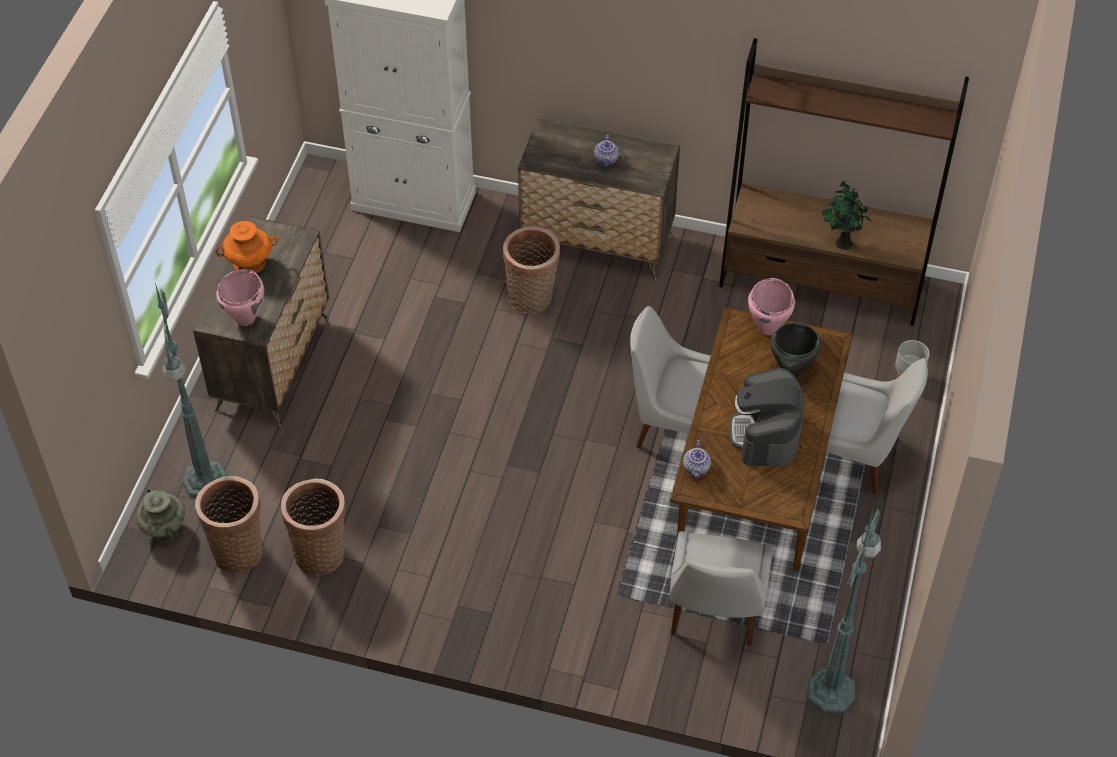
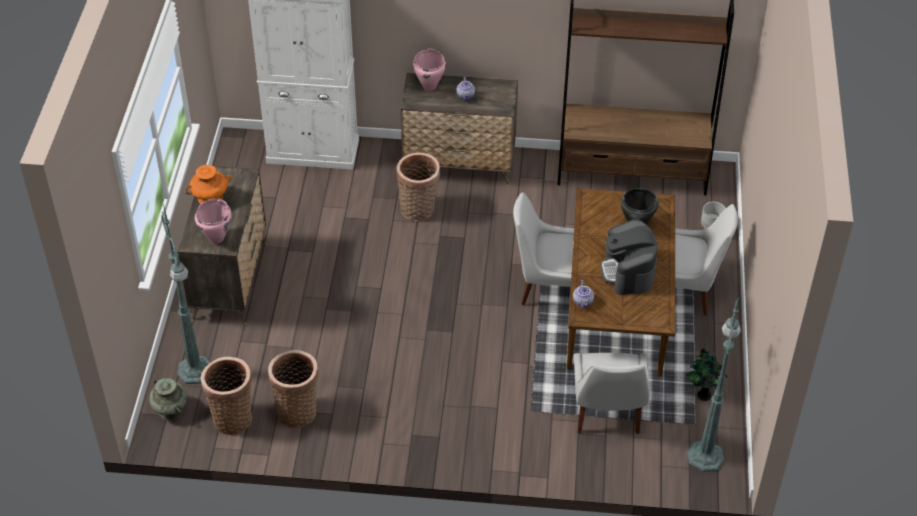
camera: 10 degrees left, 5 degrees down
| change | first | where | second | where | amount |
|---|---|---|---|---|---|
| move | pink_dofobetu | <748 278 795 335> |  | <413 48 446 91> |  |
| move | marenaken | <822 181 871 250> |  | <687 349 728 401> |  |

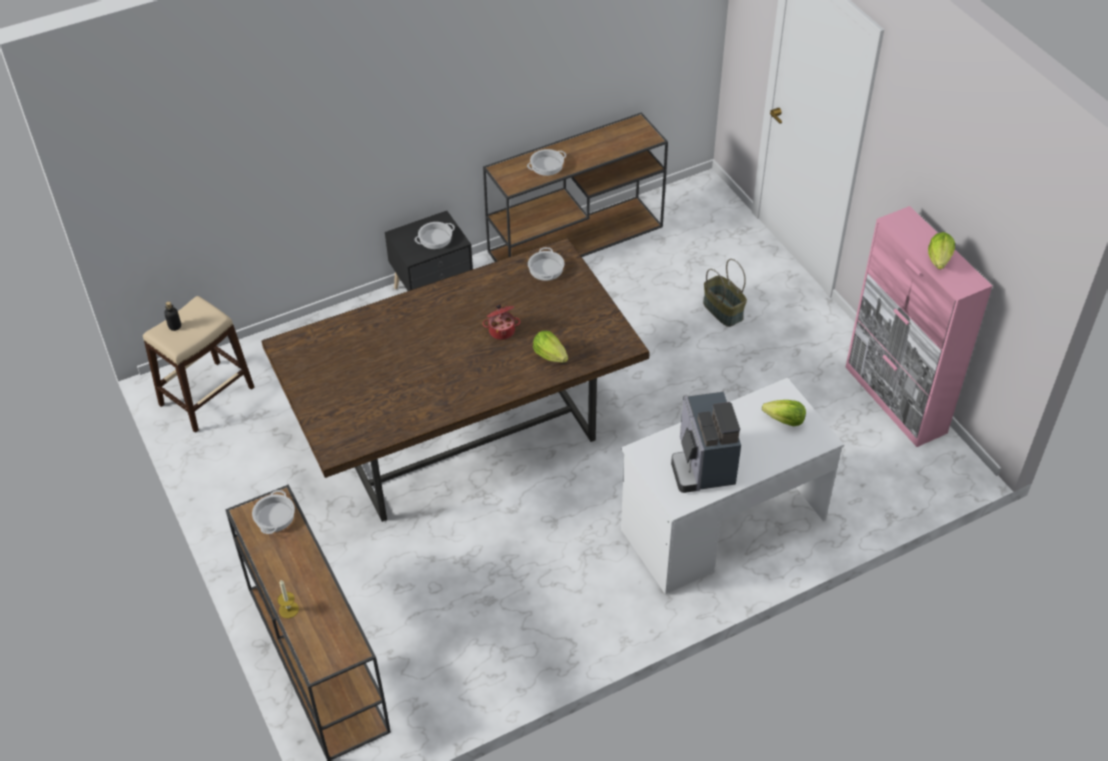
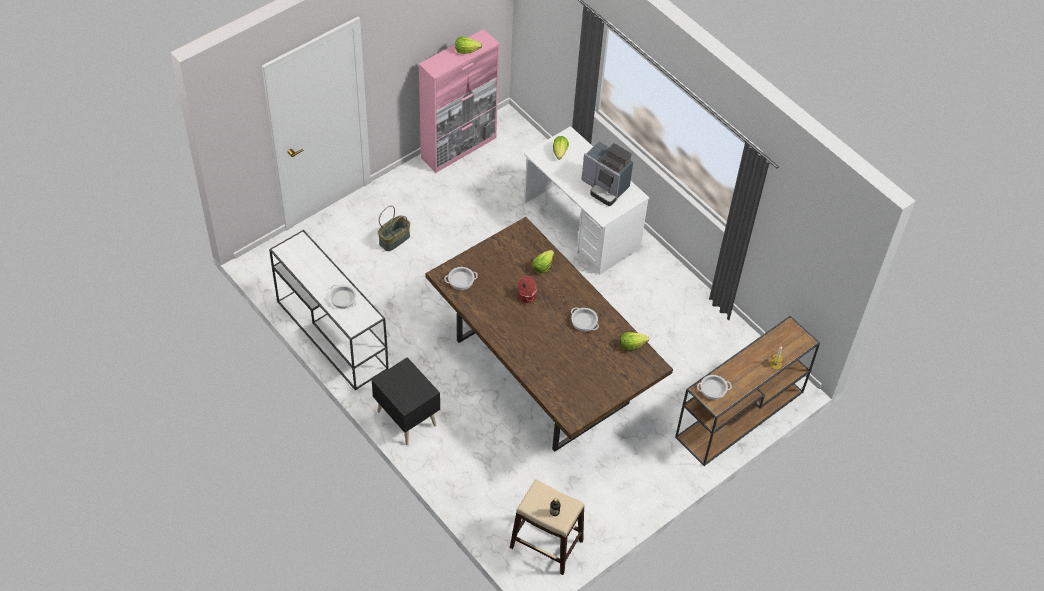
camera: 105 degrees left, 5 degrees up
| change | first | where | second | where | amount |
|---|---|---|---|---|---|
| recolor | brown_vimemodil | <483 112 668 262> | white_vimemodil | <269 230 389 390> |  |
| move | dofobetu | <415 222 455 249> |  | <571 307 599 332> |  |
| rotate | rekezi | <671 392 741 493> |  | <581 141 633 206> | 60 degrees clockwise |
| insert |  |  | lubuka | <620 332 649 350> |  |

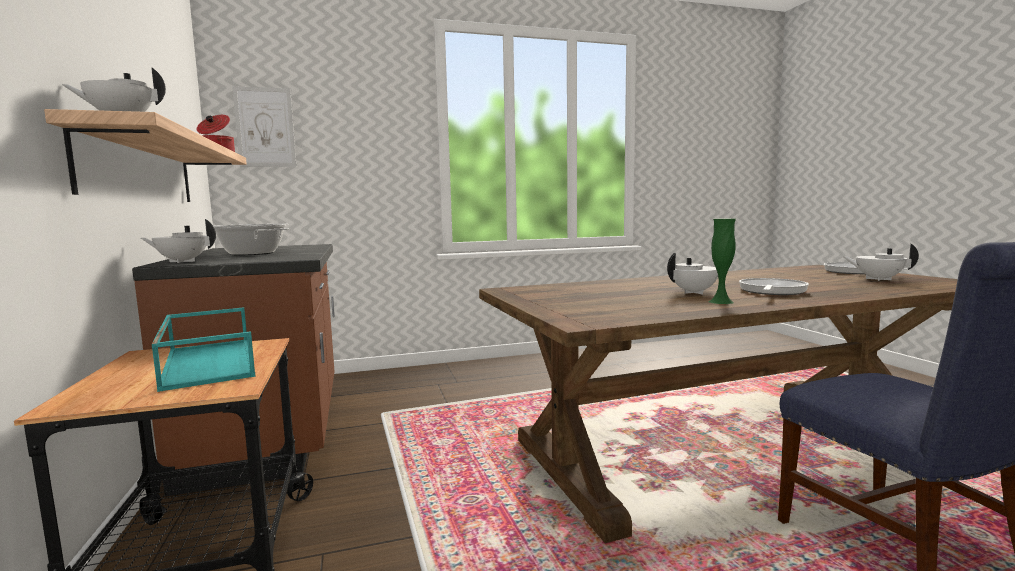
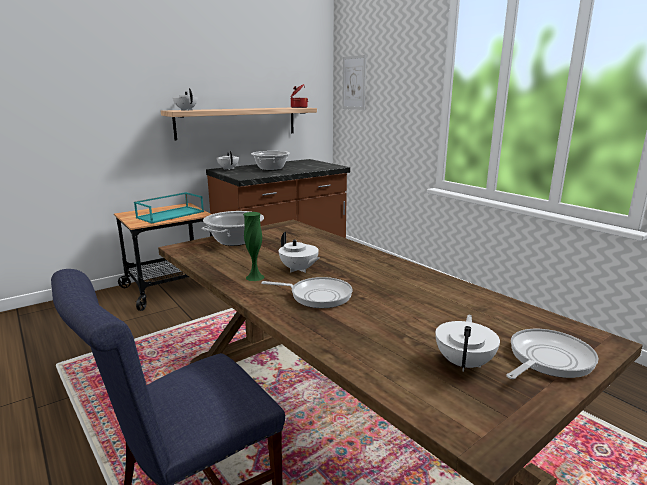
camera: 70 degrees right, 10 degrees up
| change | first | where | second | where | amount |
|---|---|---|---|---|---|
| insert |  |  | dofobetu | <202 211 264 246> |  |

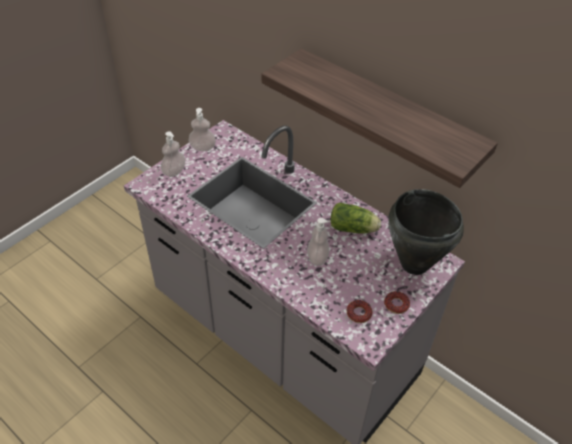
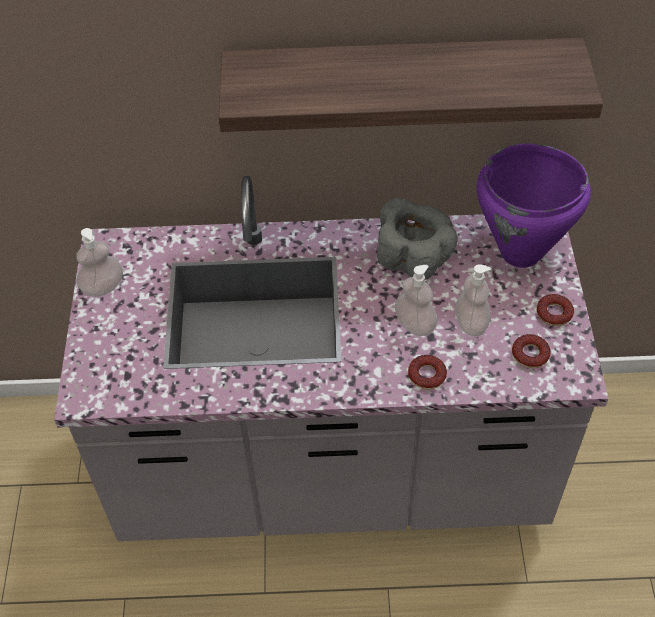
camera: 40 degrees left, 5 degrees up
| change | first | where | second | where | amount |
|---|---|---|---|---|---|
| replace | lubuka | <330 202 381 234> | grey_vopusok | <377 198 458 280> |  |
| insert |  |  | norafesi | <408 355 447 389> |  |
| move | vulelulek | <161 131 185 177> |  | <455 264 491 336> |  |
| recolor | black_dofobetu | <388 189 464 275> | purple_dofobetu | <477 143 591 268> |  |

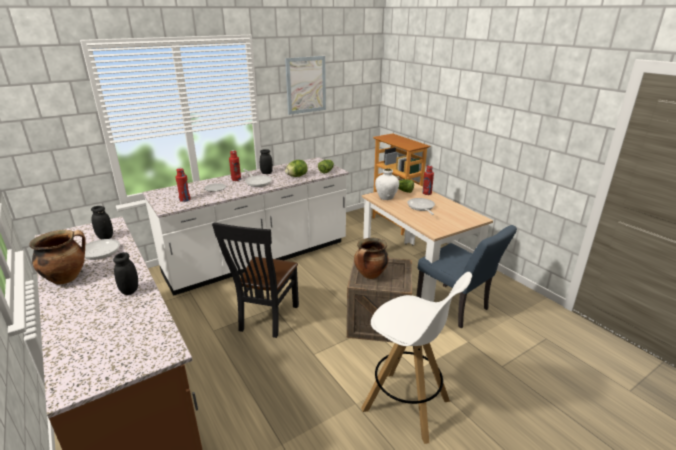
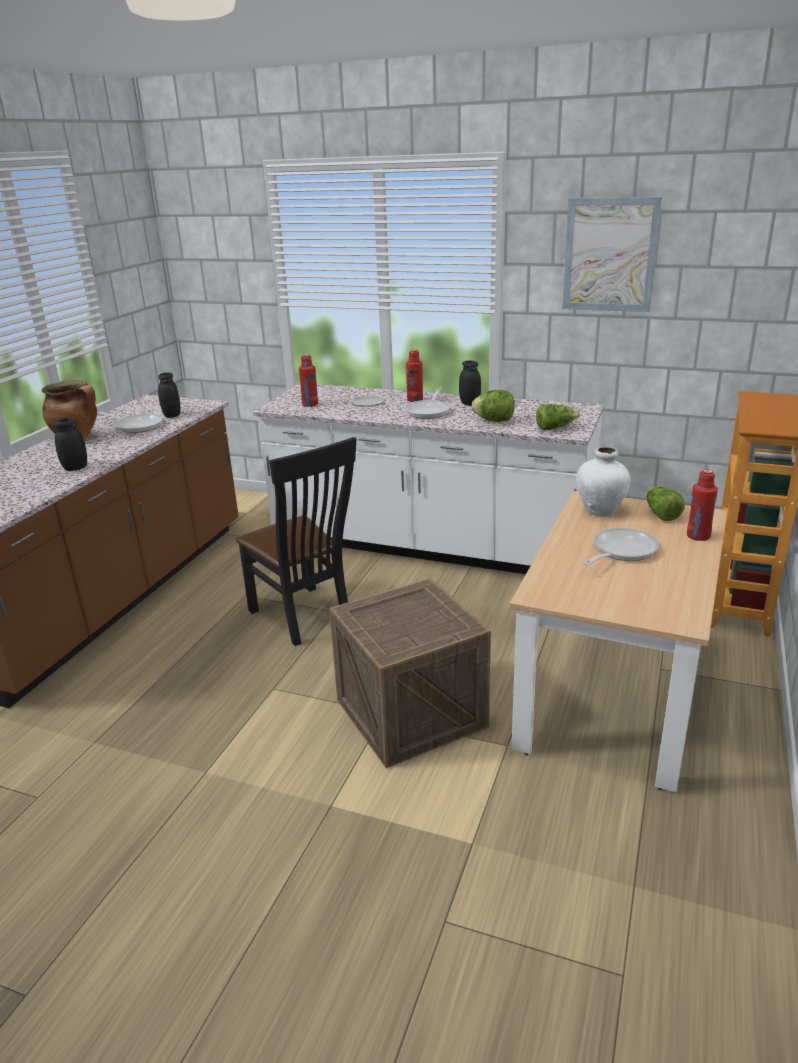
camera: 55 degrees right, 0 degrees up
| change | first | where | second | where | amount |
|---|---|---|---|---|---|
| rotate | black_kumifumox | <212 222 299 338> |  | <235 437 357 646> | 105 degrees counterclockwise |
| delete | dofobetu | <354 238 388 279> |  |  |  |
| delete | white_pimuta | <361 272 472 444> |  |  |  |
| delete | blue_kumifumox | <417 225 517 328> |  |  |  |

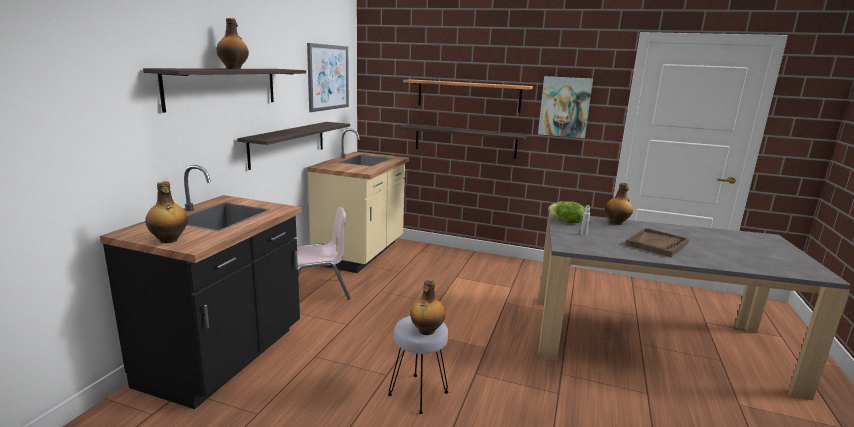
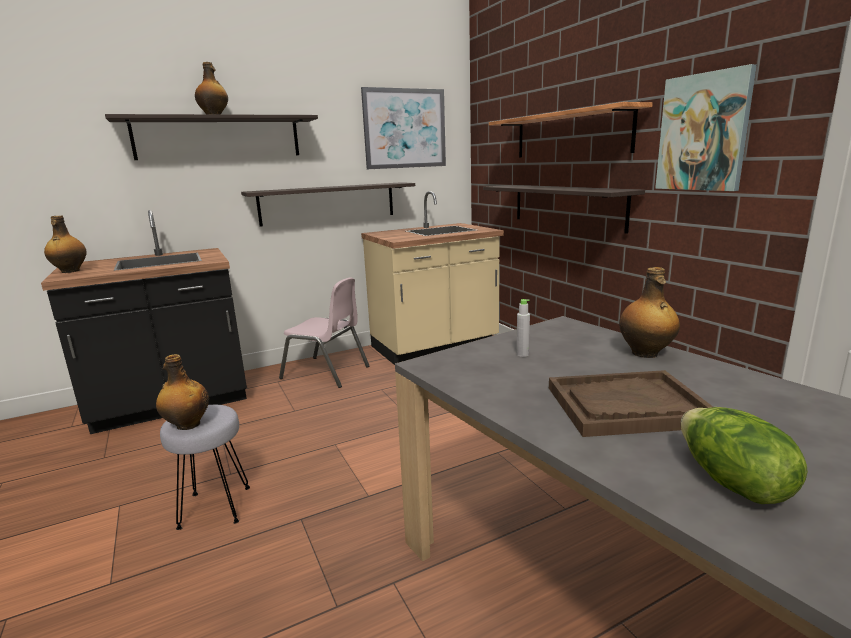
camera: 45 degrees right, 0 degrees up
| change | first | where | second | where | amount |
|---|---|---|---|---|---|
| move | lubuka | <548 201 585 223> |  | <681 407 808 504> |  |

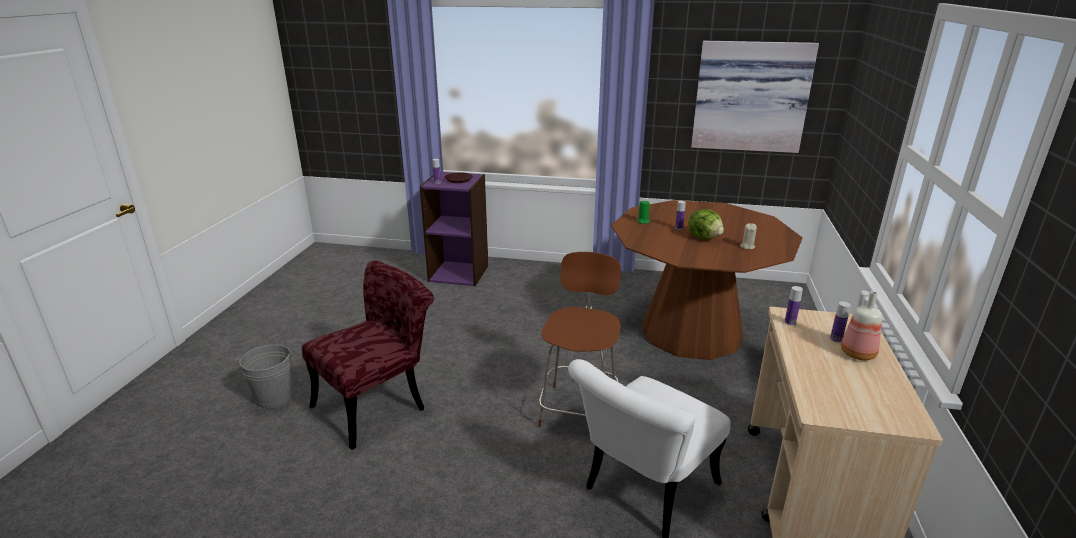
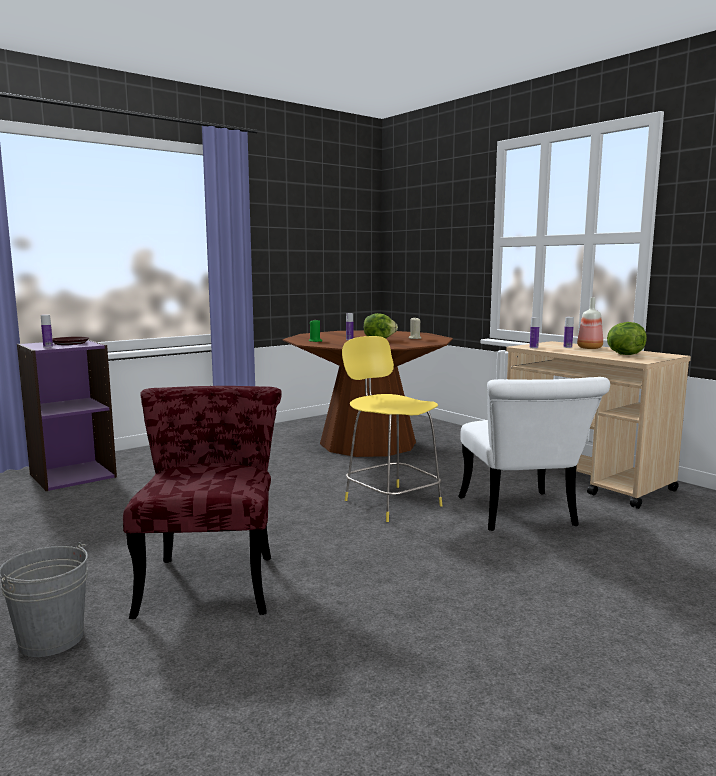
camera: 50 degrees left, 15 degrees down
| change | first | where | second | where | amount |
|---|---|---|---|---|---|
| recolor | brown_pimuta | <538 252 621 427> | yellow_pimuta | <342 336 442 522> |  |
| insert |  |  | lubuka | <607 322 647 355> |  |
| delete | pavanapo | <691 41 819 153> |  |  |  |

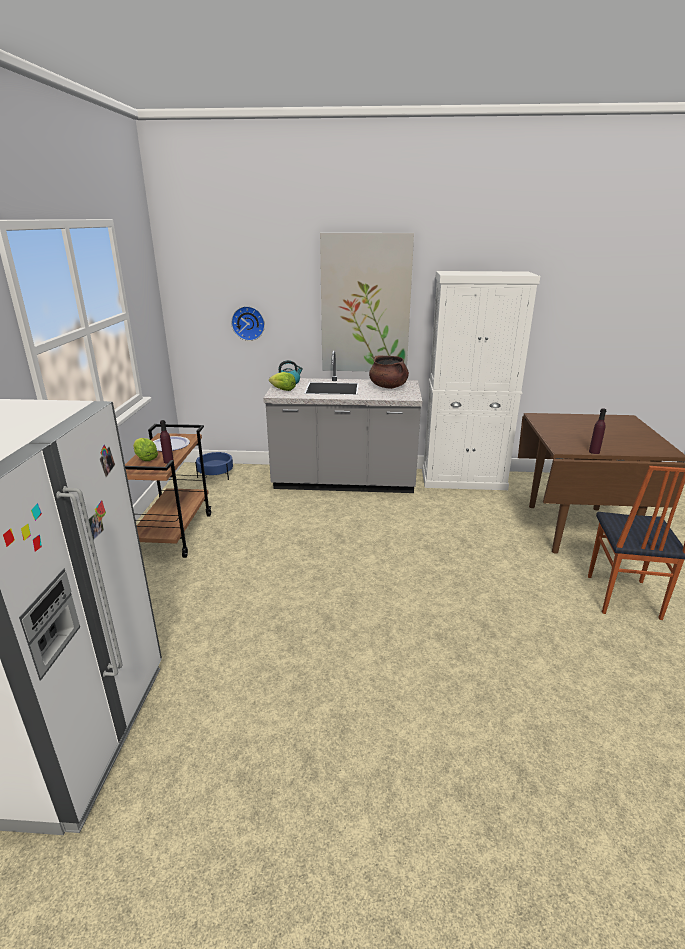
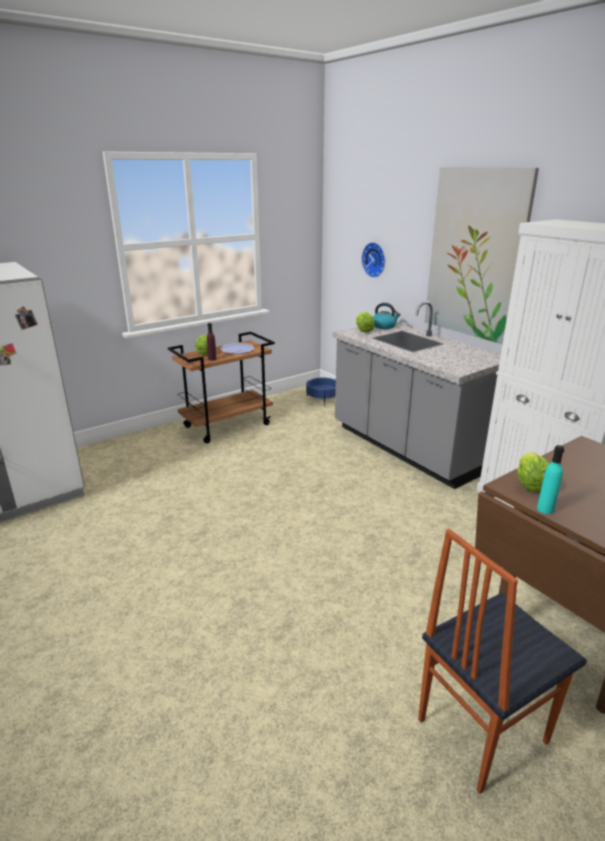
camera: 50 degrees right, 0 degrees up
| change | first | where | second | where | amount |
|---|---|---|---|---|---|
| insert |  |  | lubuka | <517 452 550 493> |  |
| recolor | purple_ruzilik | <589 408 606 454> | turquoise_ruzilik | <537 445 564 514> |  |
| delete | brown_dofobetu | <369 356 409 389> |  |  |  |

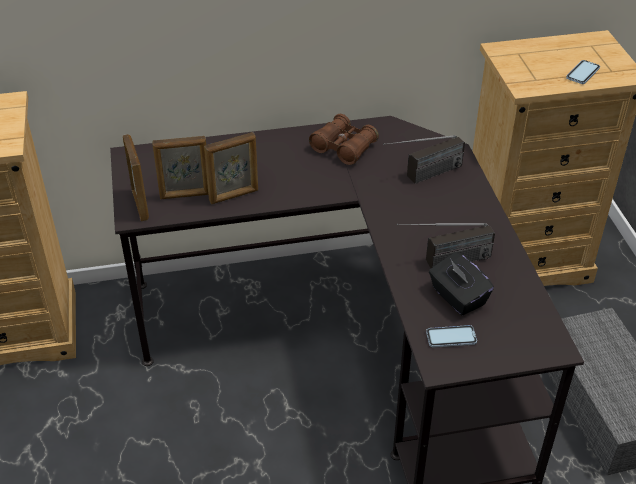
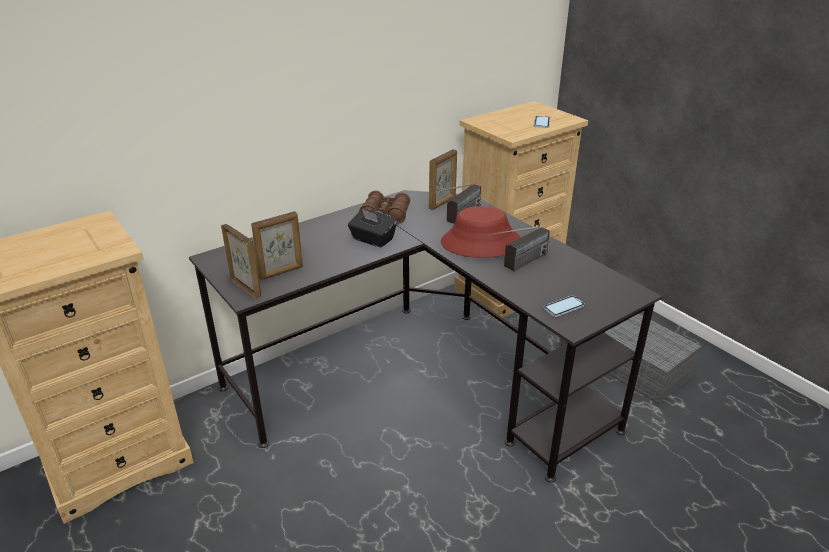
camera: 25 degrees left, 10 degrees down
| change | first | where | second | where | amount |
|---|---|---|---|---|---|
| move | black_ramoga | <429 252 494 316> |  | <348 209 397 247> |  |
| move | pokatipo | <204 132 258 204> |  | <429 149 457 210> |  |
| insert |  |  | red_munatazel | <441 206 521 258> |  |

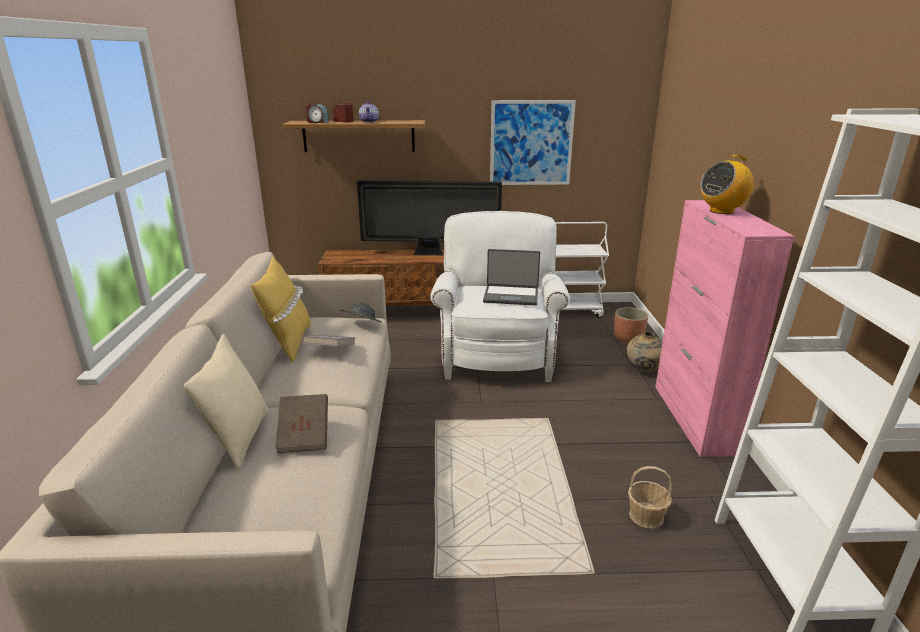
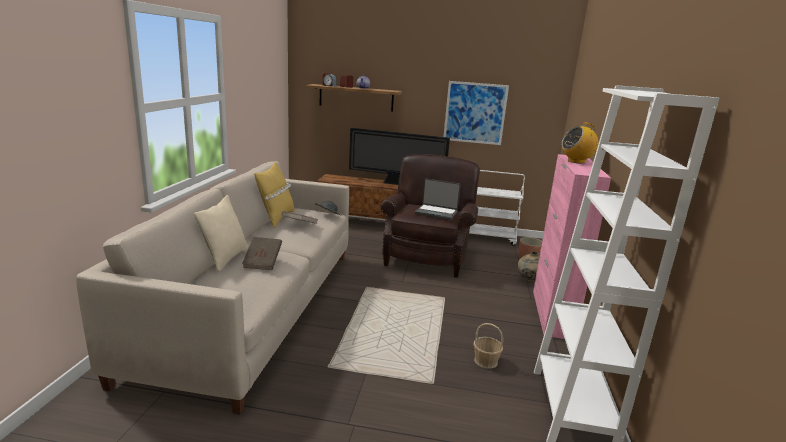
camera: 10 degrees right, 5 degrees down
| change | first | where | second | where | amount |
|---|---|---|---|---|---|
| recolor | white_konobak | <430 211 570 382> | brown_konobak | <380 154 480 278> |  |

